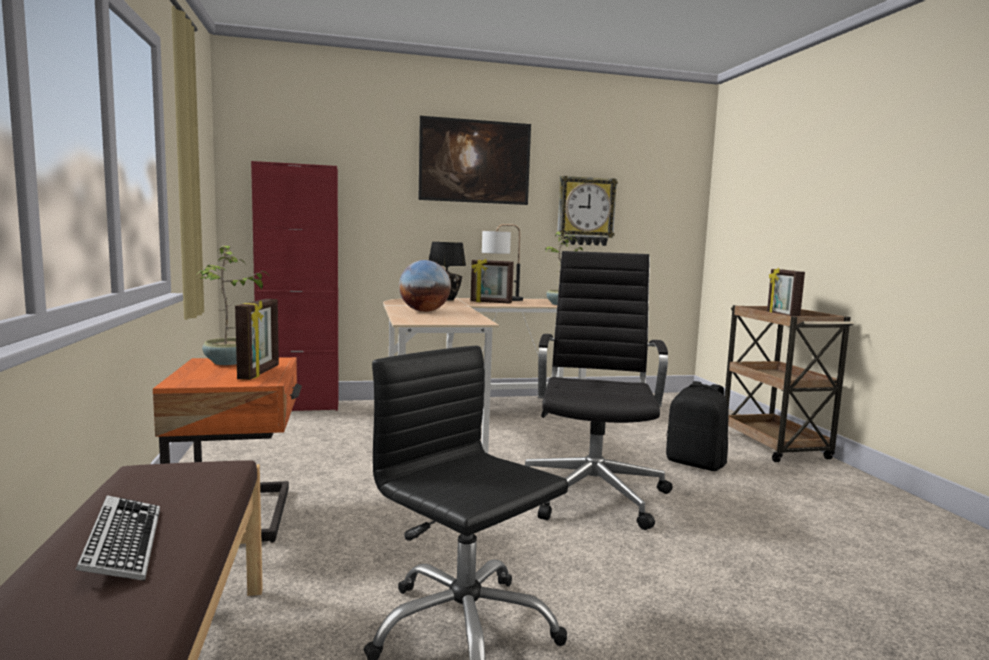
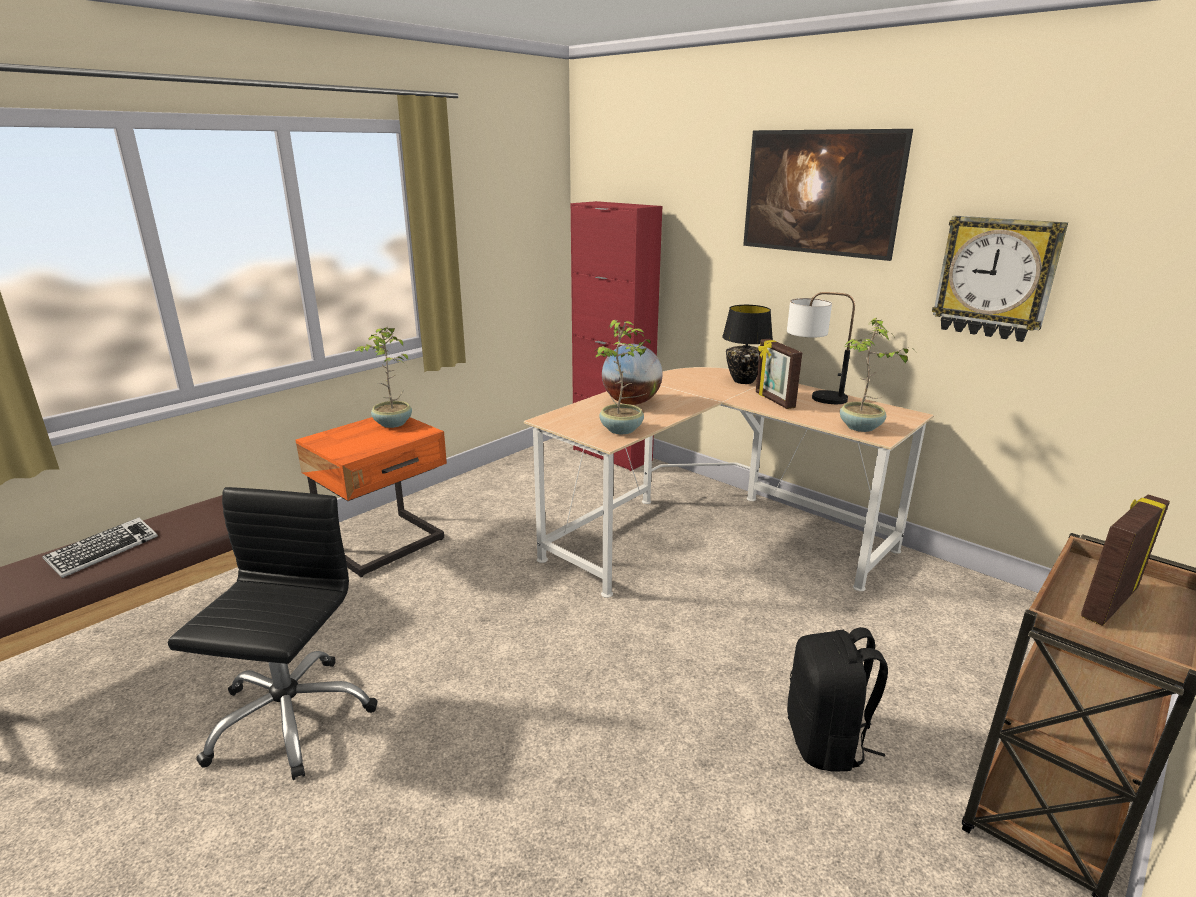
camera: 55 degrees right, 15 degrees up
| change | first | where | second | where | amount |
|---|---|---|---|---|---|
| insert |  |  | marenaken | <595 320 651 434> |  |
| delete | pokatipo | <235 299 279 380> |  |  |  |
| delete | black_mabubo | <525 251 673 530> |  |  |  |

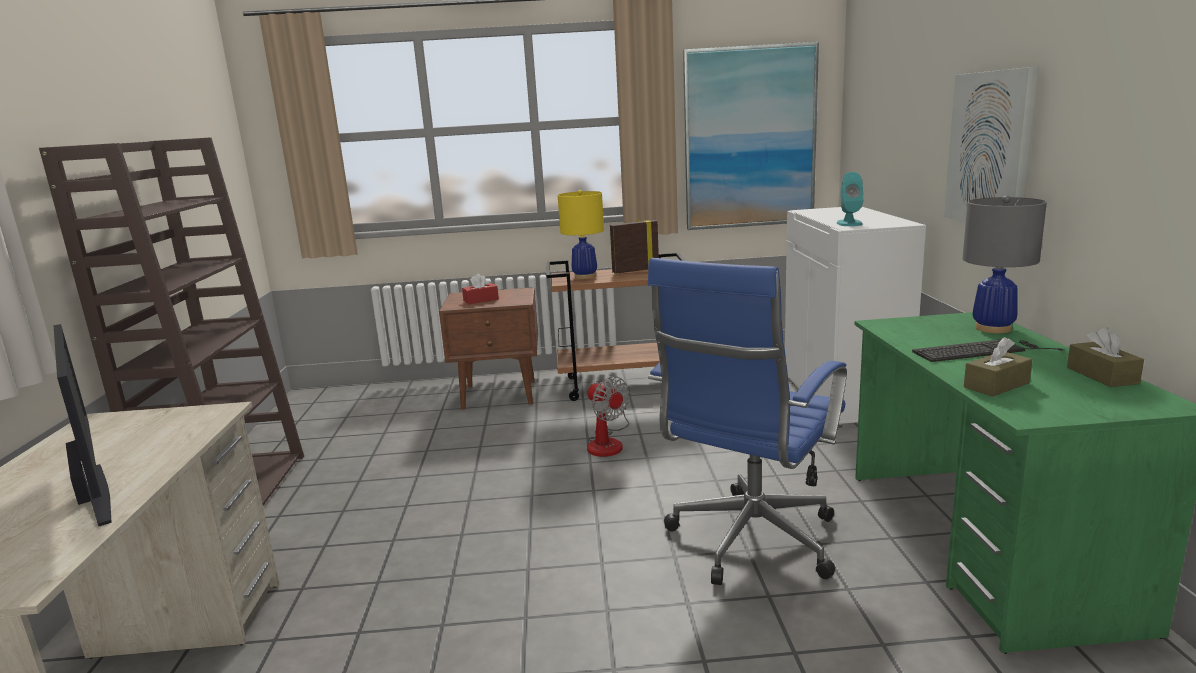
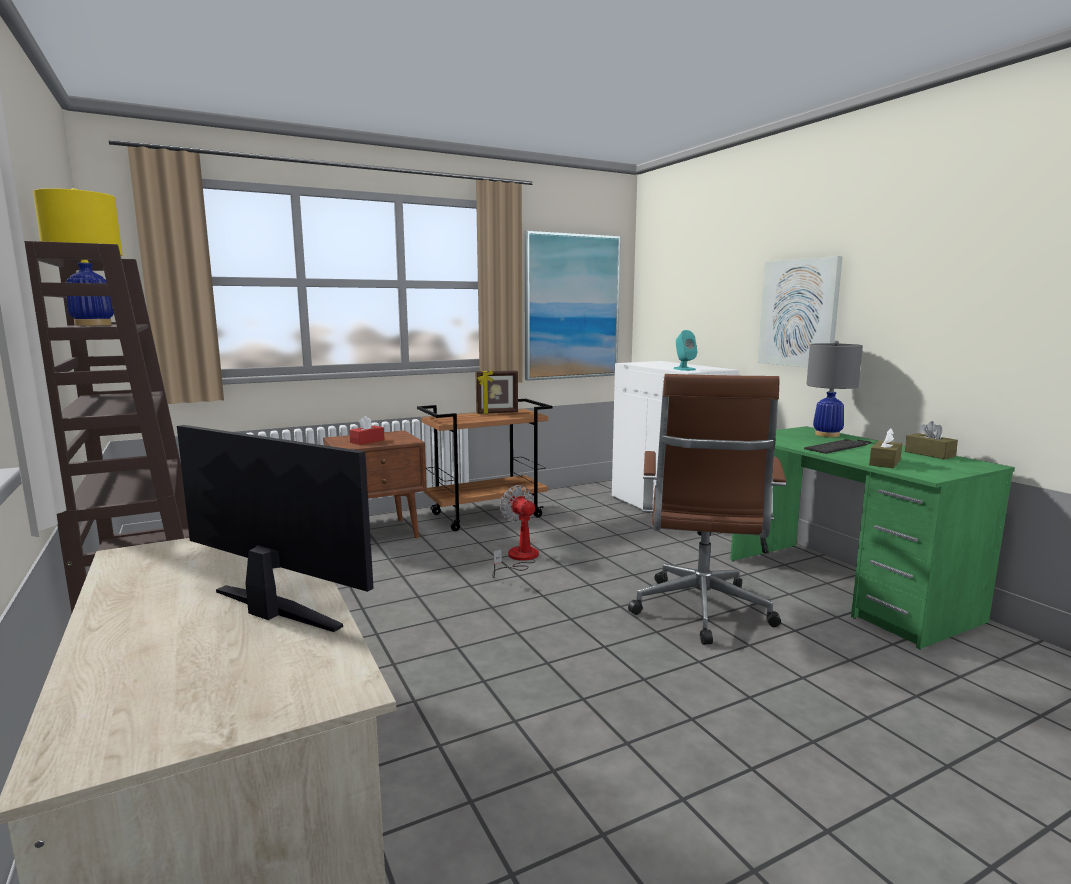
camera: 25 degrees left, 5 degrees down
| change | first | where | second | where | amount |
|---|---|---|---|---|---|
| move | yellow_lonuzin | <558 190 604 279> |  | <33 188 122 326> |  |
| rotate | pokatipo | <610 219 659 274> |  | <476 370 518 414> | 150 degrees counterclockwise |
| rotate | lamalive | <587 376 630 457> |  | <492 485 539 578> | 150 degrees counterclockwise |
| recolor | blue_mabubo | <648 258 847 585> | brown_mabubo | <628 374 786 645> |  |

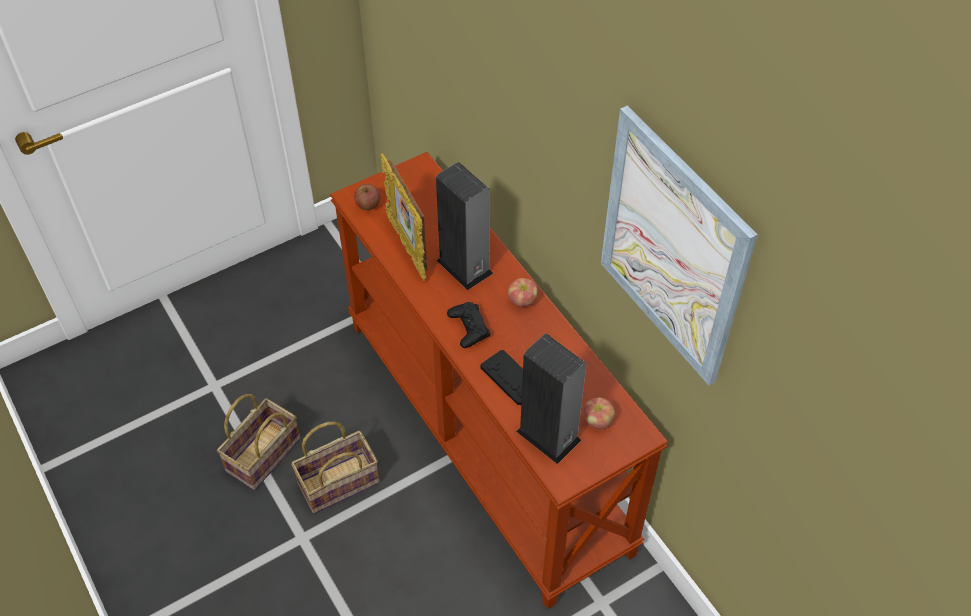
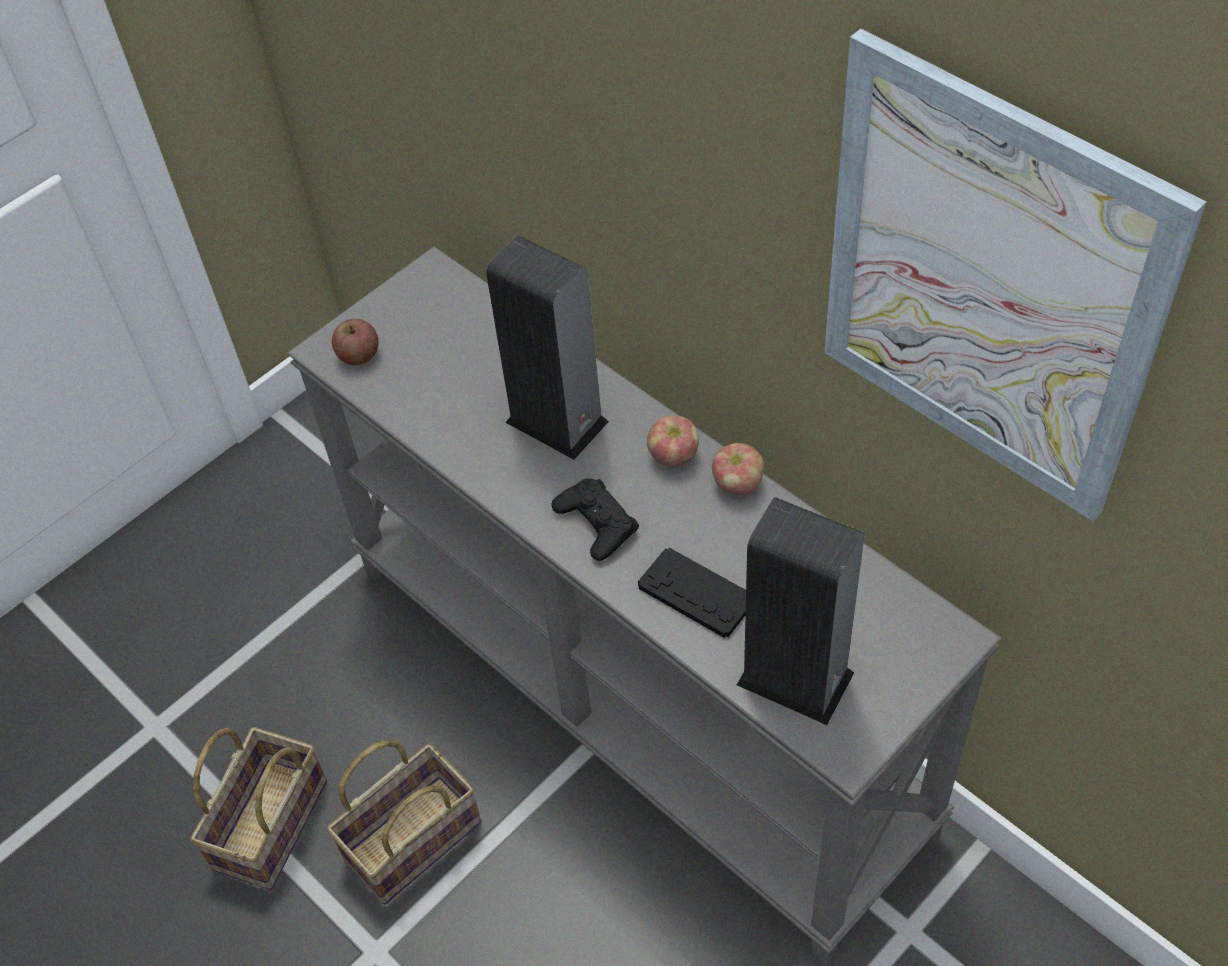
camera: 10 degrees left, 0 degrees up
| change | first | where | second | where | amount |
|---|---|---|---|---|---|
| recolor | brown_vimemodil | <330 152 668 609> | grey_vimemodil | <287 247 1002 966> |  |
| move | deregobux | <583 398 615 429> |  | <712 443 764 495> |  |
| delete | pokatipo | <380 153 427 281> |  |  |  |

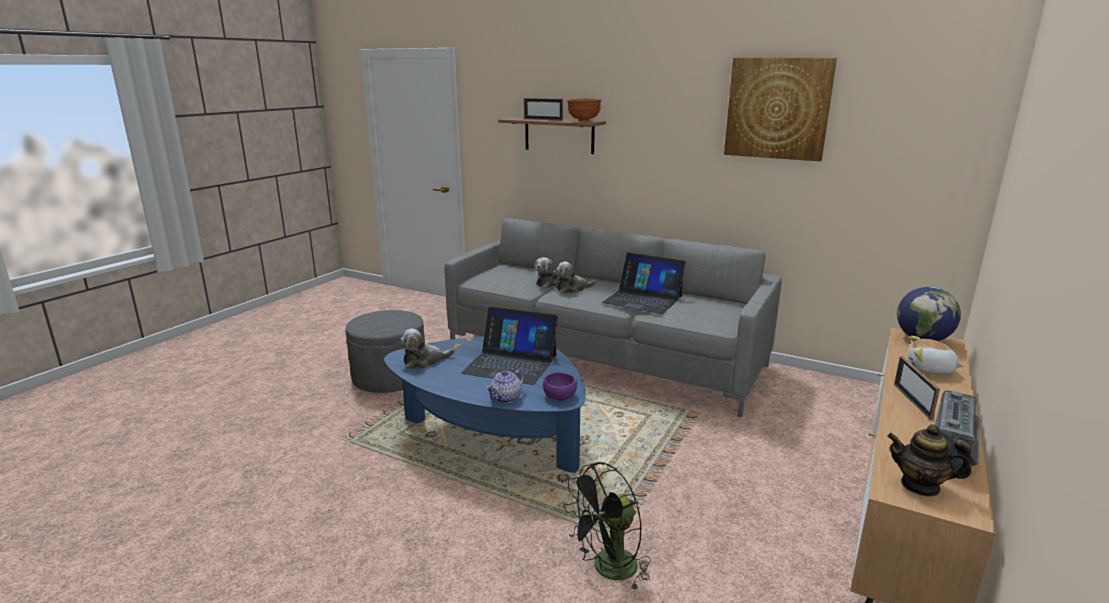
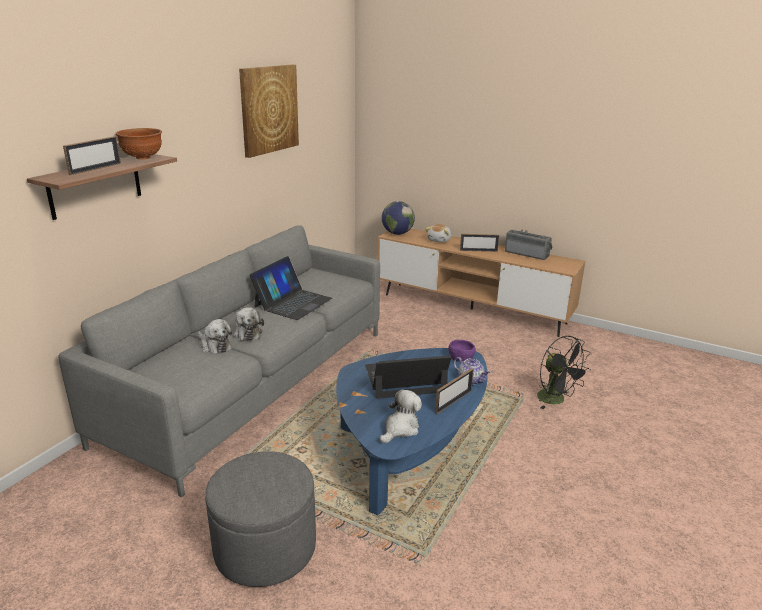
camera: 90 degrees left, 5 degrees up
| change | first | where | second | where | amount |
|---|---|---|---|---|---|
| rotate | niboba | <461 307 558 385> |  | <365 356 451 399> | 120 degrees counterclockwise |
| rotate | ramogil | <399 329 455 368> |  | <380 389 422 443> | 120 degrees counterclockwise |
| insert |  |  | pokatipo | <435 368 474 414> |  |
| delete | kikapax | <887 424 971 497> |  |  |  |

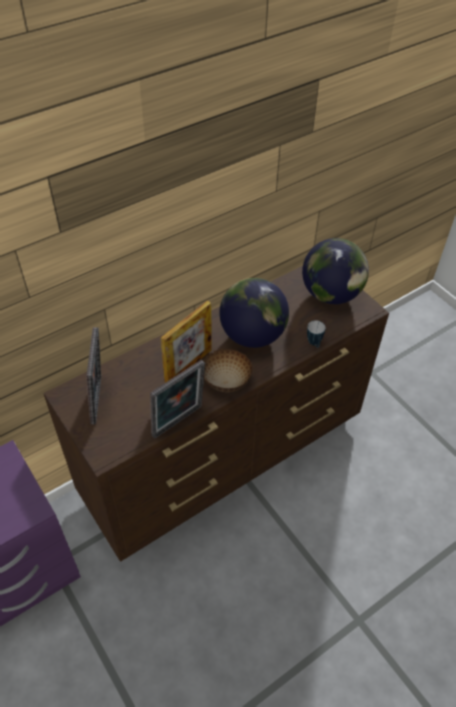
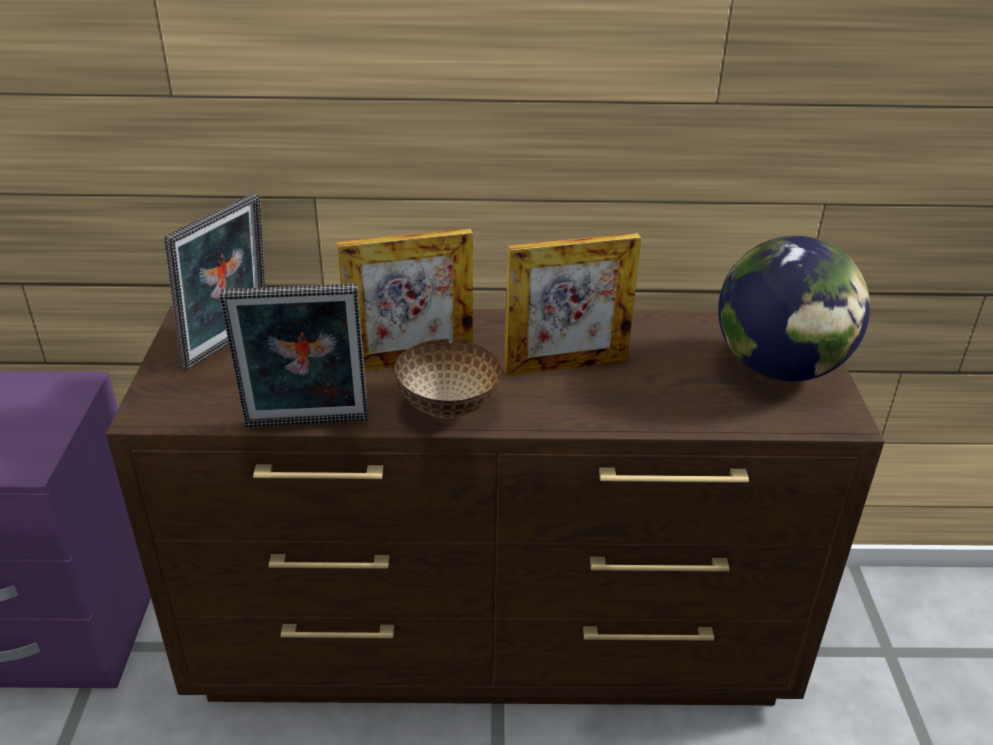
camera: 35 degrees right, 15 degrees down
| change | first | where | second | where | amount |
|---|---|---|---|---|---|
| replace | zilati | <219 278 289 348> | pokatipo | <504 233 641 376> |  |
| delete | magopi | <307 320 326 348> |  |  |  |

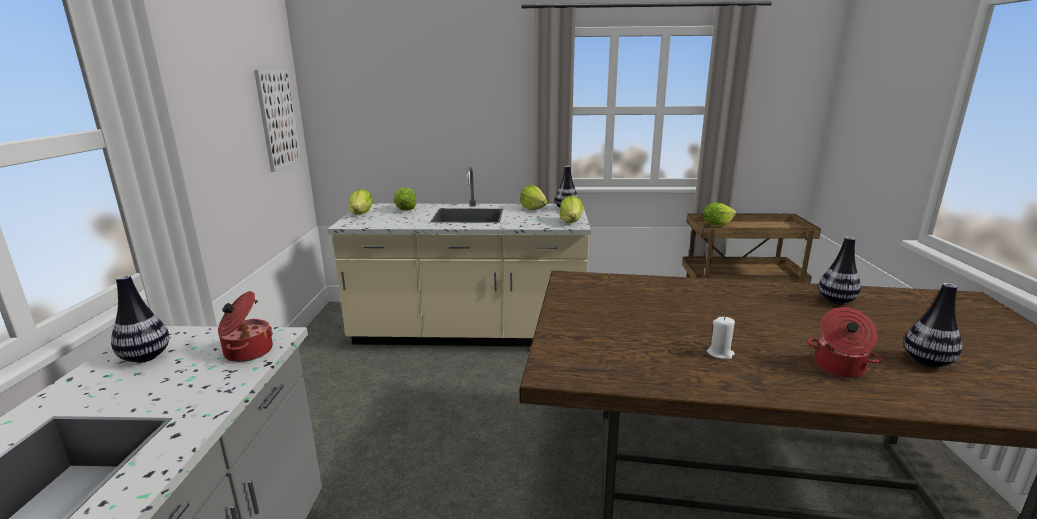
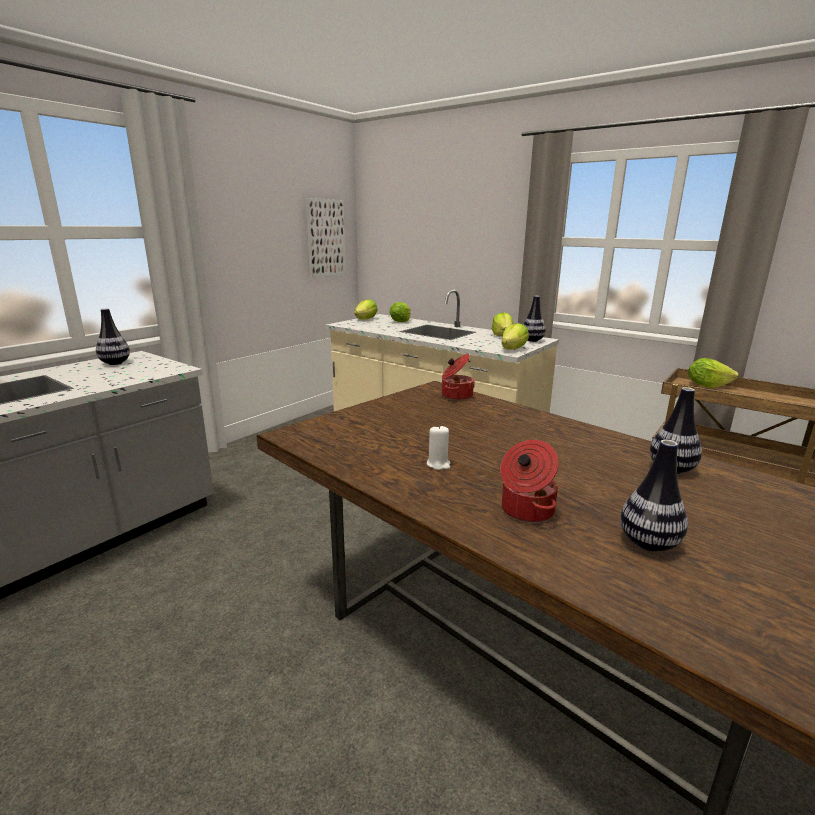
camera: 35 degrees right, 0 degrees up
| change | first | where | second | where | amount |
|---|---|---|---|---|---|
| move | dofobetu | <218 291 273 362> |  | <442 354 475 400> |  |

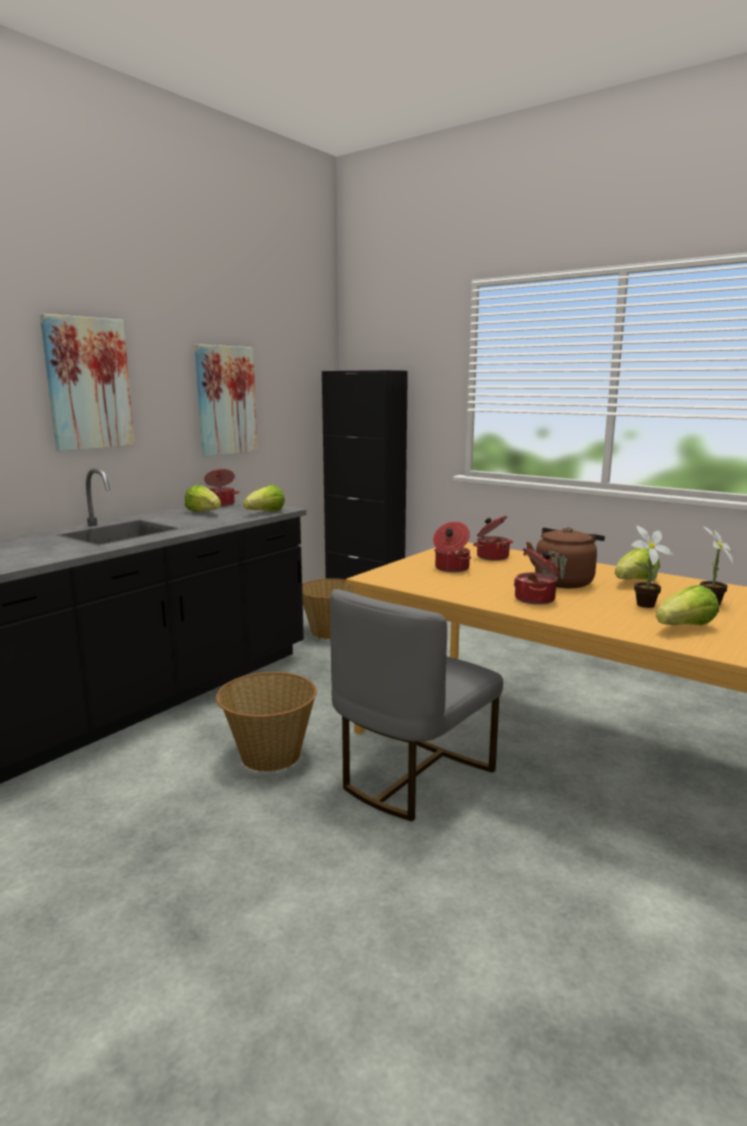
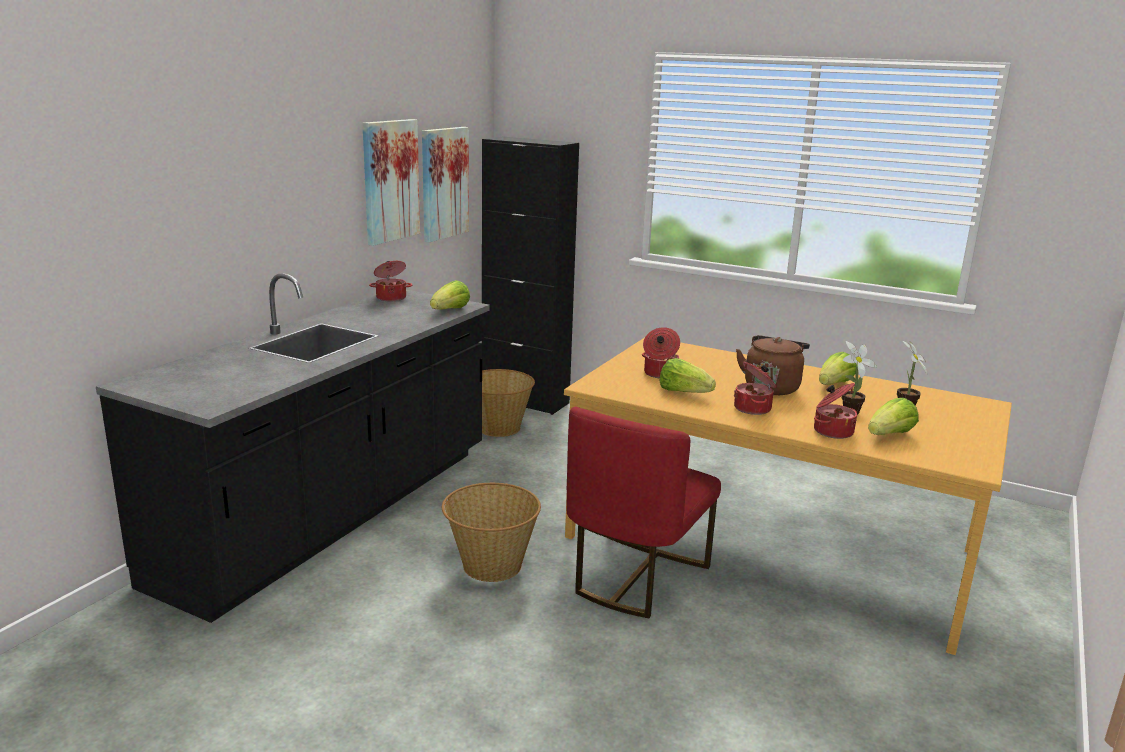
camera: 10 degrees left, 5 degrees up
| change | first | where | second | where | amount |
|---|---|---|---|---|---|
| move | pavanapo | <40 314 135 452> |  | <422 127 469 243> |  |
| recolor | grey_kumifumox | <330 589 503 821> | red_kumifumox | <566 407 721 618> |  |
| move | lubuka | <185 485 221 512> |  | <659 358 716 393> |  |
| move | dofobetu | <473 516 513 561> |  | <814 383 857 439> |  |

